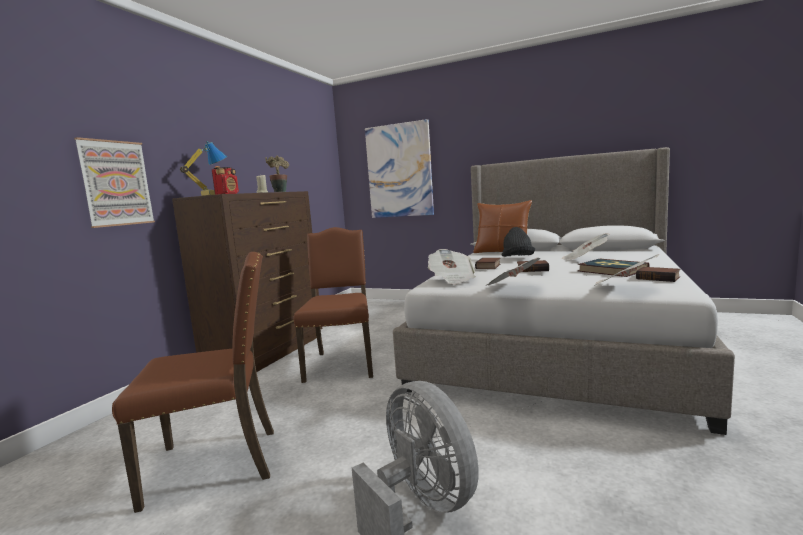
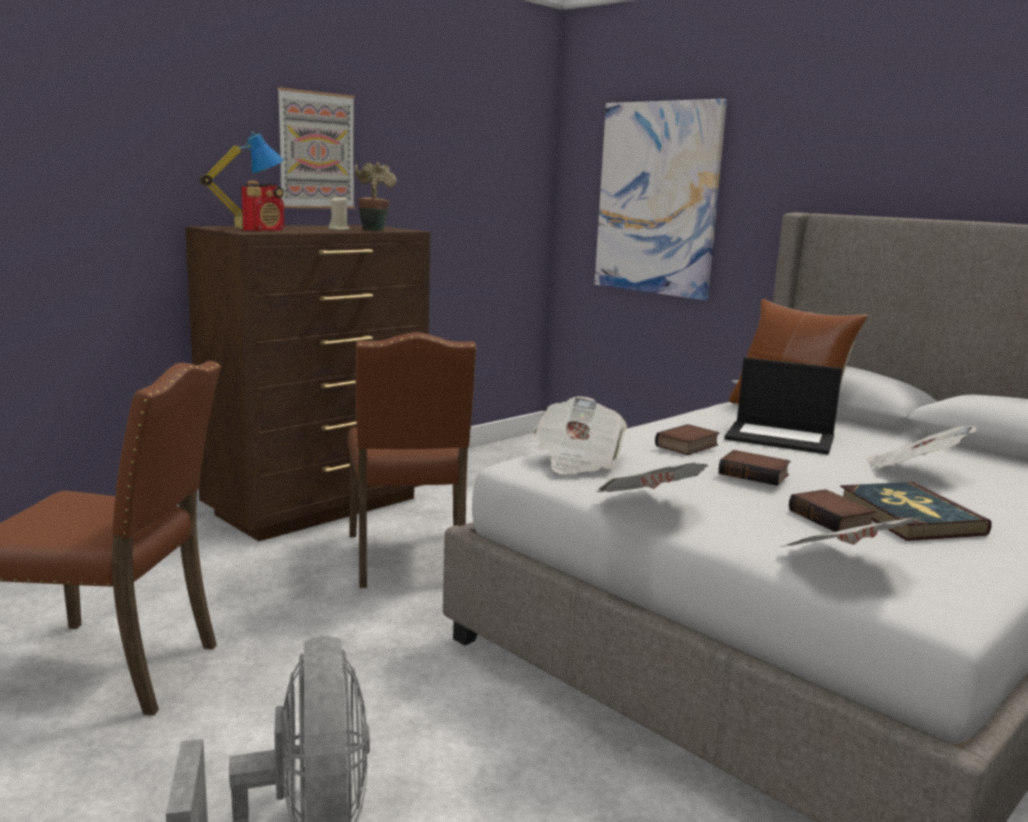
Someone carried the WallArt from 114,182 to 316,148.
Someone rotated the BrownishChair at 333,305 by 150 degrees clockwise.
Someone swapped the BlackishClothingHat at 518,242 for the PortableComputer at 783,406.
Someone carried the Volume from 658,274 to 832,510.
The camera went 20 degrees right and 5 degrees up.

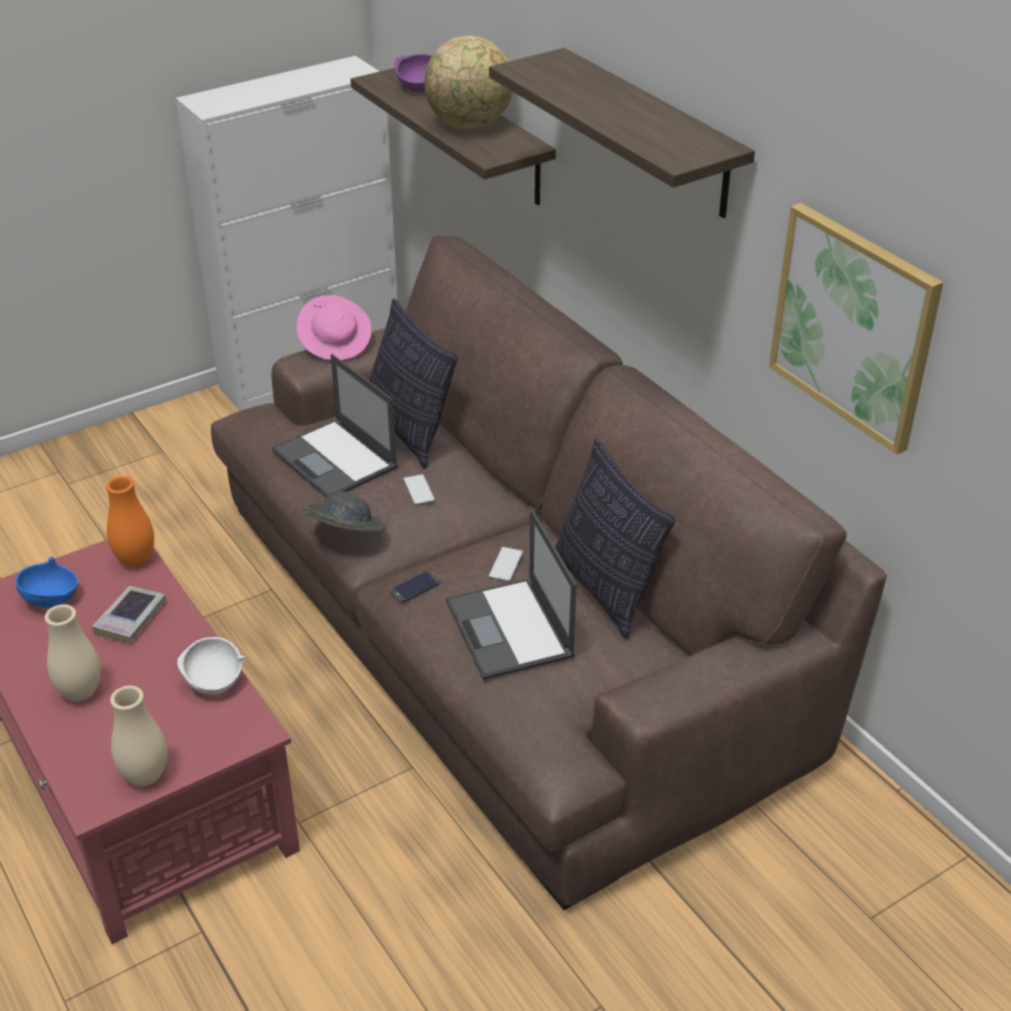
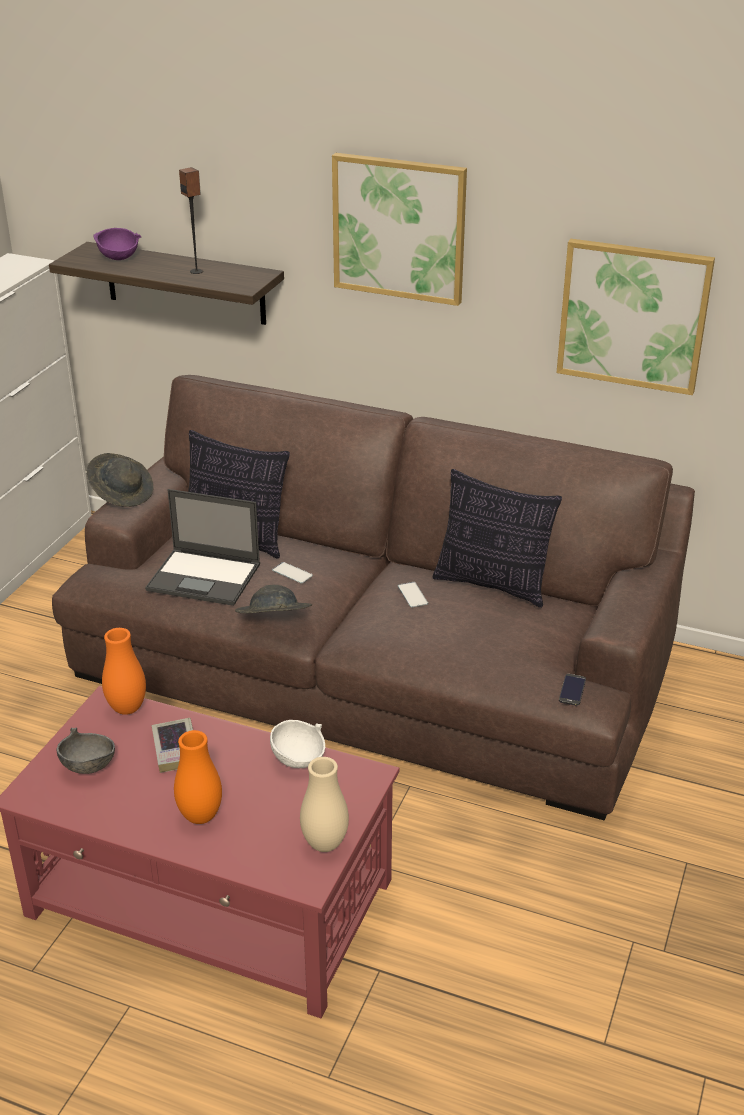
Someone repainted the BlueColouredDeepDish at 47,582, which became the GreyishDeepDish at 86,751.
Someone repainted the PinkishClothingHat at 334,327, which became the GreyishClothingHat at 120,480.
Someone repainted the BeigeFlowerVase at 73,652, which became the OrangeyFlowerVase at 198,777.
Someone swapped the Globe at 468,82 for the Loudspeaker at 191,220.
Someone swapped the WallShelf at 622,133 for the WallArt at 399,229.
Someone carried the Phone from 415,587 to 572,690.
Someone took away the PortableComputer at 511,594.
The camera went 35 degrees left and 5 degrees down.

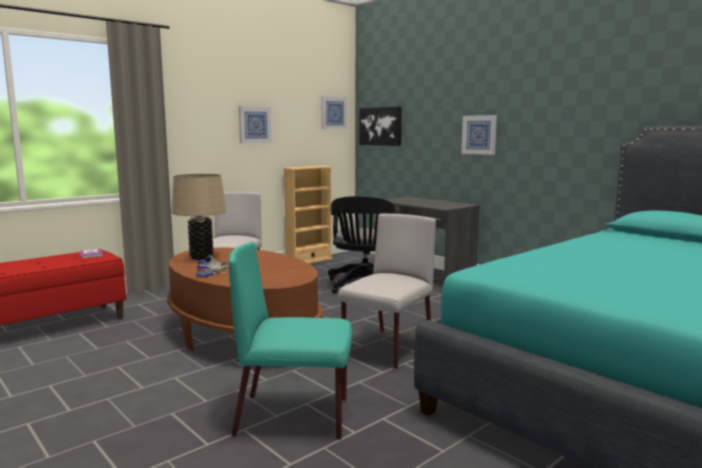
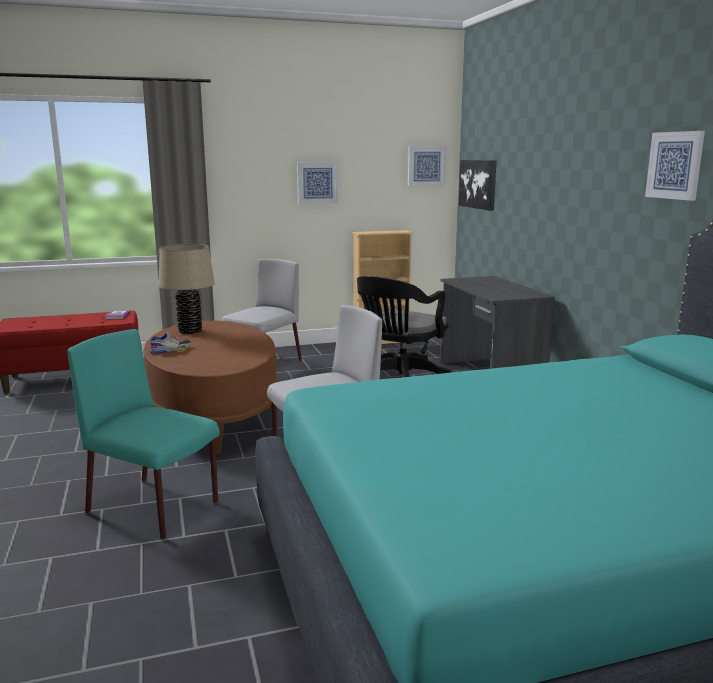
Someone carried the WallArt from 479,135 to 675,166.
The camera went 25 degrees right and 5 degrees up.

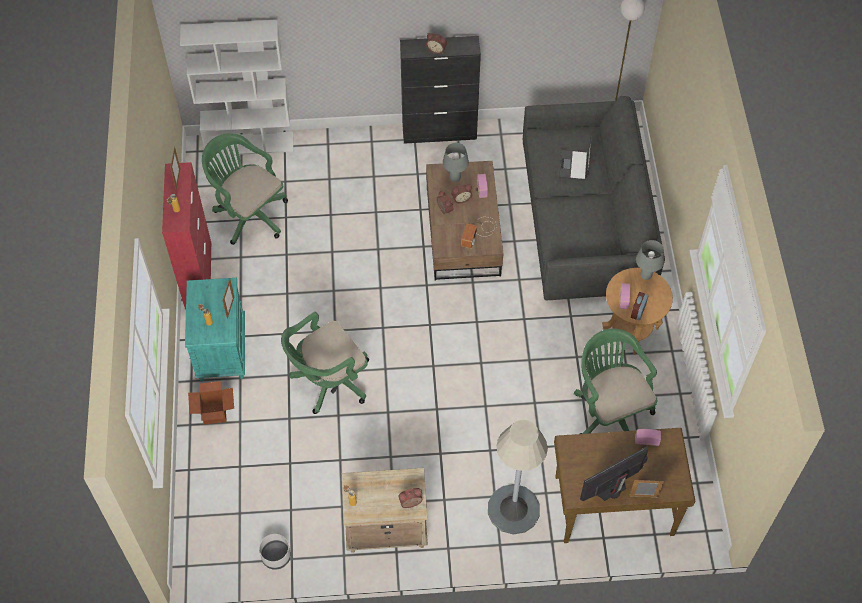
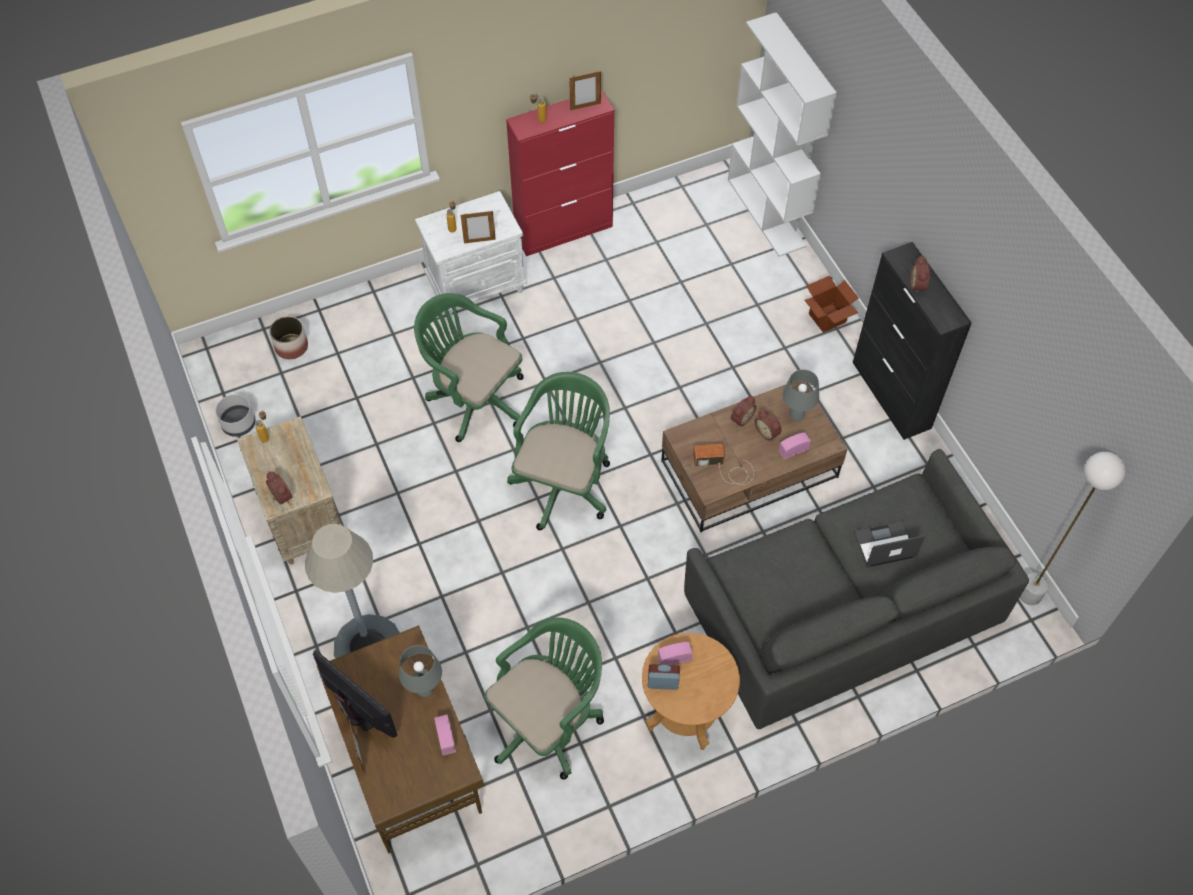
Someone put down the FlowerPot at 288,337.
Someone carried the GreyishTabletopLamp from 650,260 to 420,671.
Someone repainted the BlueGreenBedsideTable at 215,329, which became the WhiteBedsideTable at 471,254.
Someone carried the GreenColouredOfficeChair from 245,189 to 558,451.
Someone carried the PackingBox from 211,403 to 831,304.
The camera went 70 degrees right and 0 degrees up.

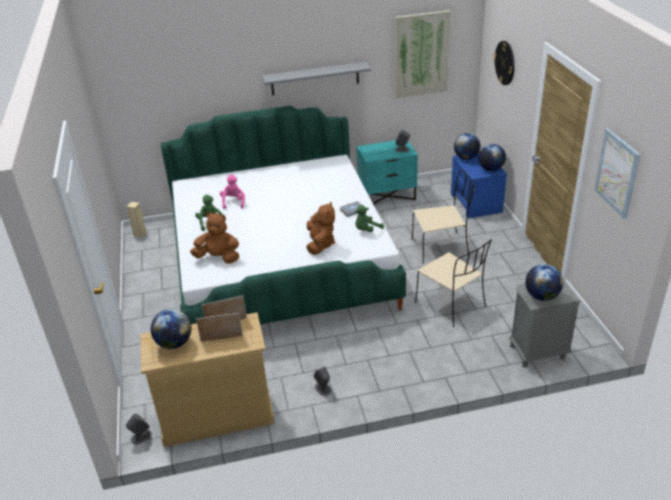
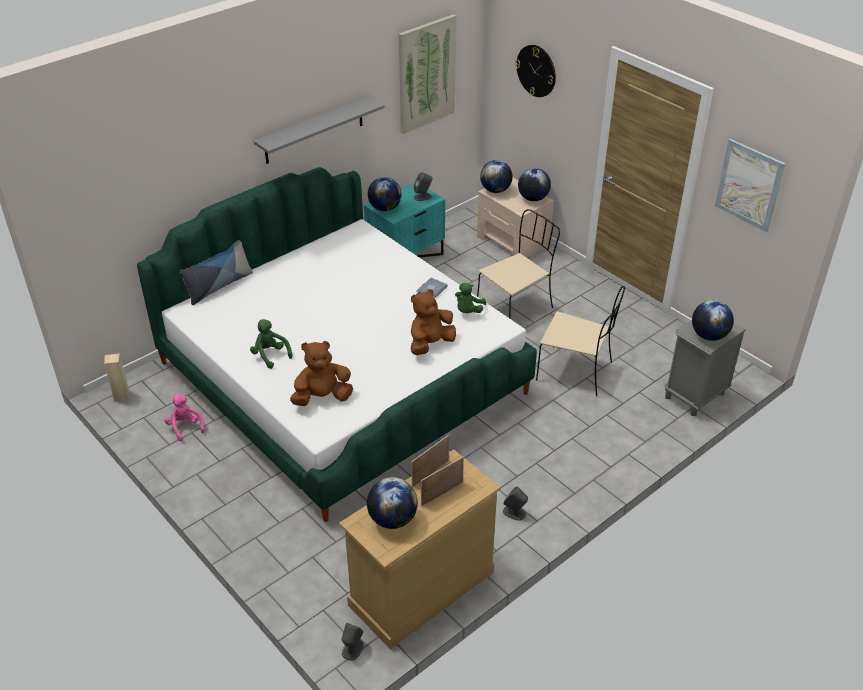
Someone carried the PinkishCuddlyToy from 232,192 to 185,417.
Someone put down the Pillow at 216,272.
Someone put down the Globe at 385,194.
Someone rotated the BrownishCuddlyToy at 320,228 by 105 degrees counterclockwise.
Someone repainted the BlueColouredBedsideTable at 479,185, which became the BeigeBedsideTable at 515,218.
The camera went 30 degrees left and 5 degrees up.

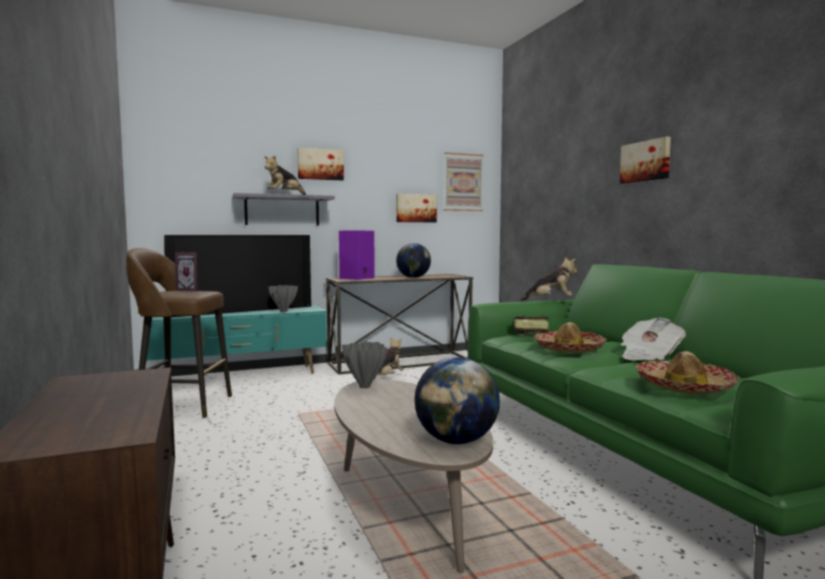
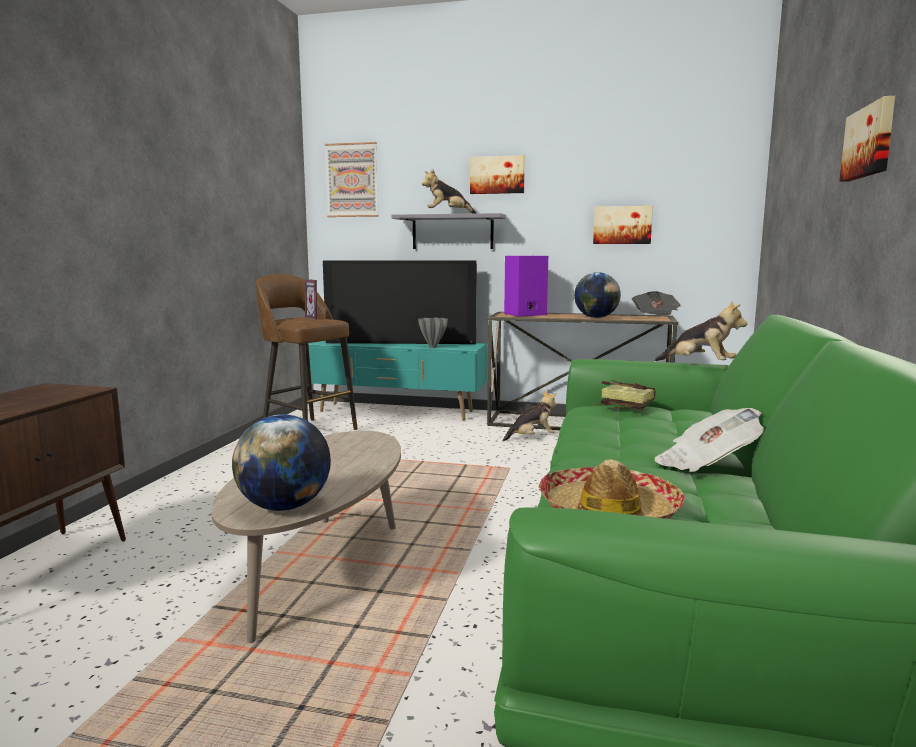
Someone carried the WallArt from 464,181 to 352,179.
Someone put down the DailyPaper at 655,303.
Someone took away the GreyishFlowerVase at 364,365.
Someone took away the ClothingHat at 570,337.
The camera went 35 degrees right and 5 degrees up.

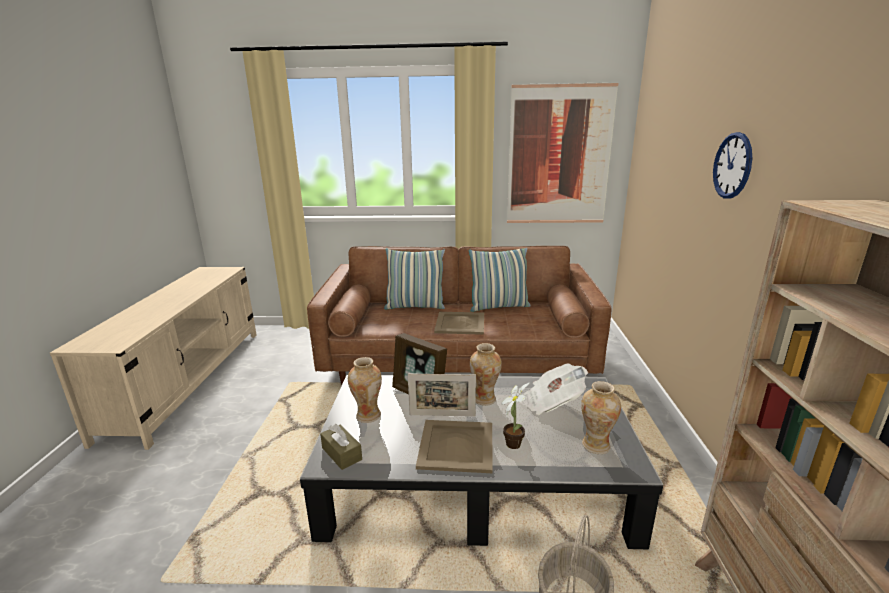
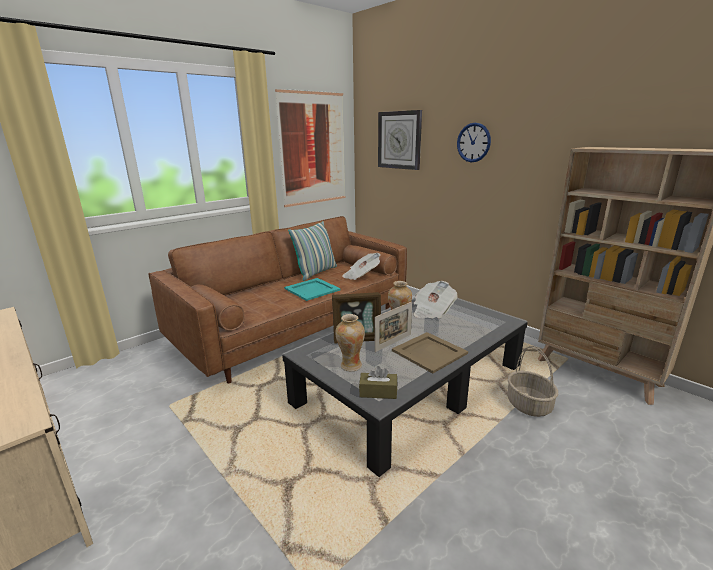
Someone repainted the BeigeCarryingTray at 459,323, which became the BlueGreenCarryingTray at 312,289.
Someone put down the DailyPaper at 361,266.
Someone put up the ClockOnTheWall at 400,140.
Someone took away the Pillow at 414,278.
Someone took away the PottedPlant at 515,416.
Someone took away the FlowerVase at 601,417.
The camera went 45 degrees left and 0 degrees up.

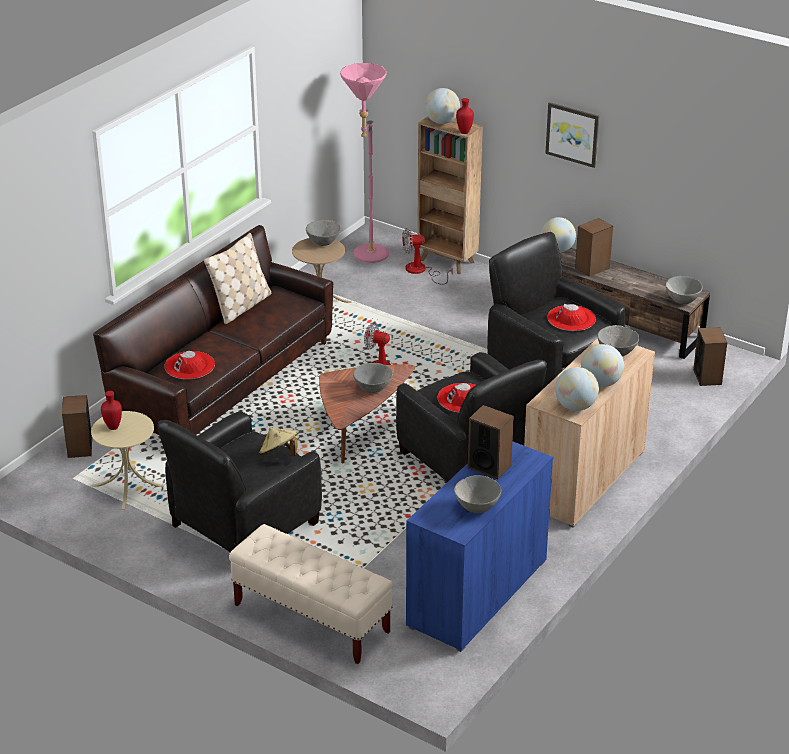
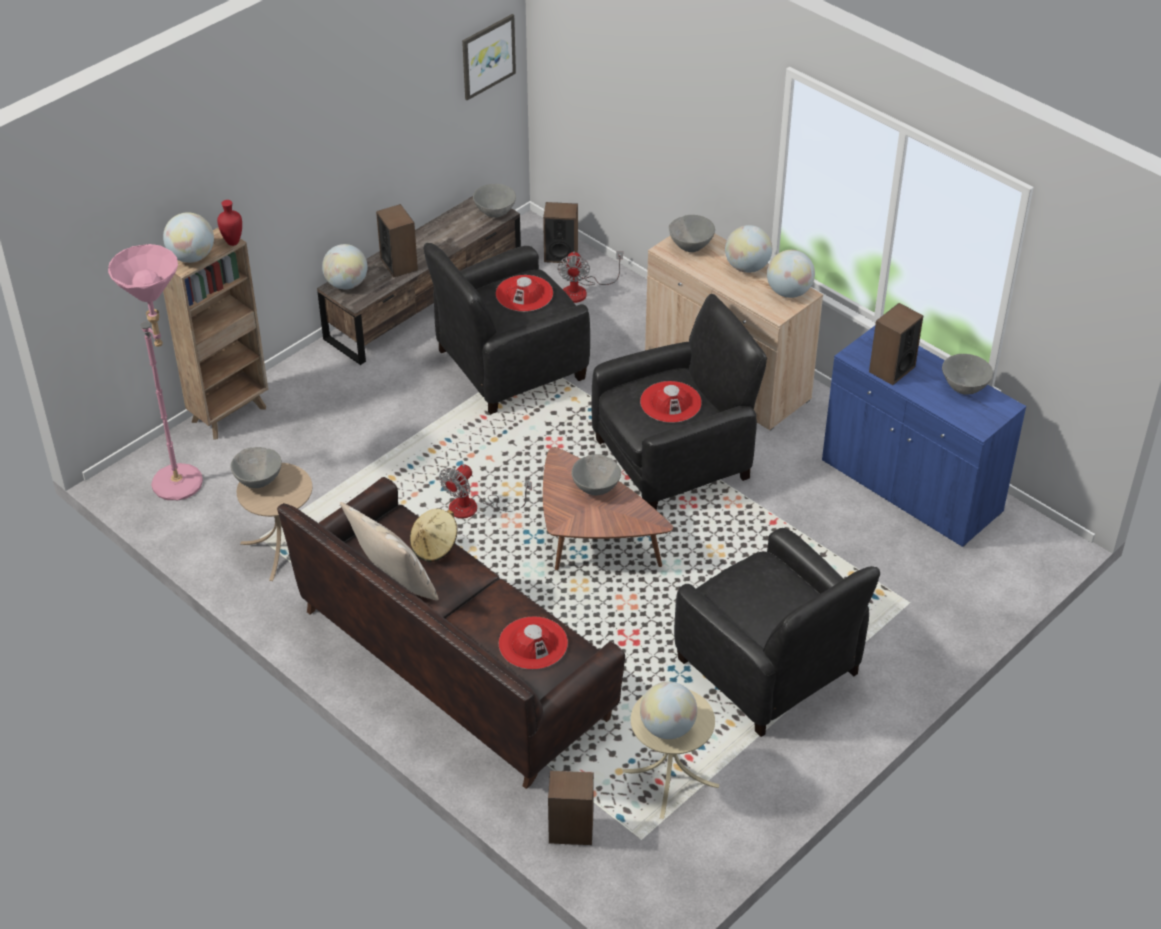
Someone carried the BeigeClothingHat from 279,442 to 433,535.
Someone carried the WallArt from 572,135 to 489,57.
Someone carried the Fan from 427,256 to 590,277.
Someone swapped the ReddishFlowerVase at 111,410 for the Globe at 668,710.
Someone took away the BeigeLongSeat at 311,594.
The camera went 80 degrees left and 10 degrees up.

